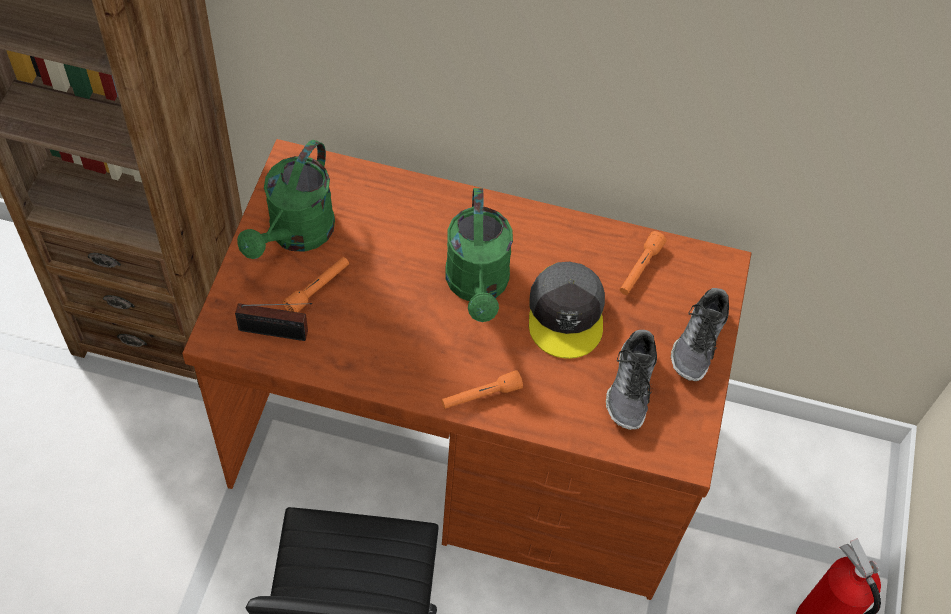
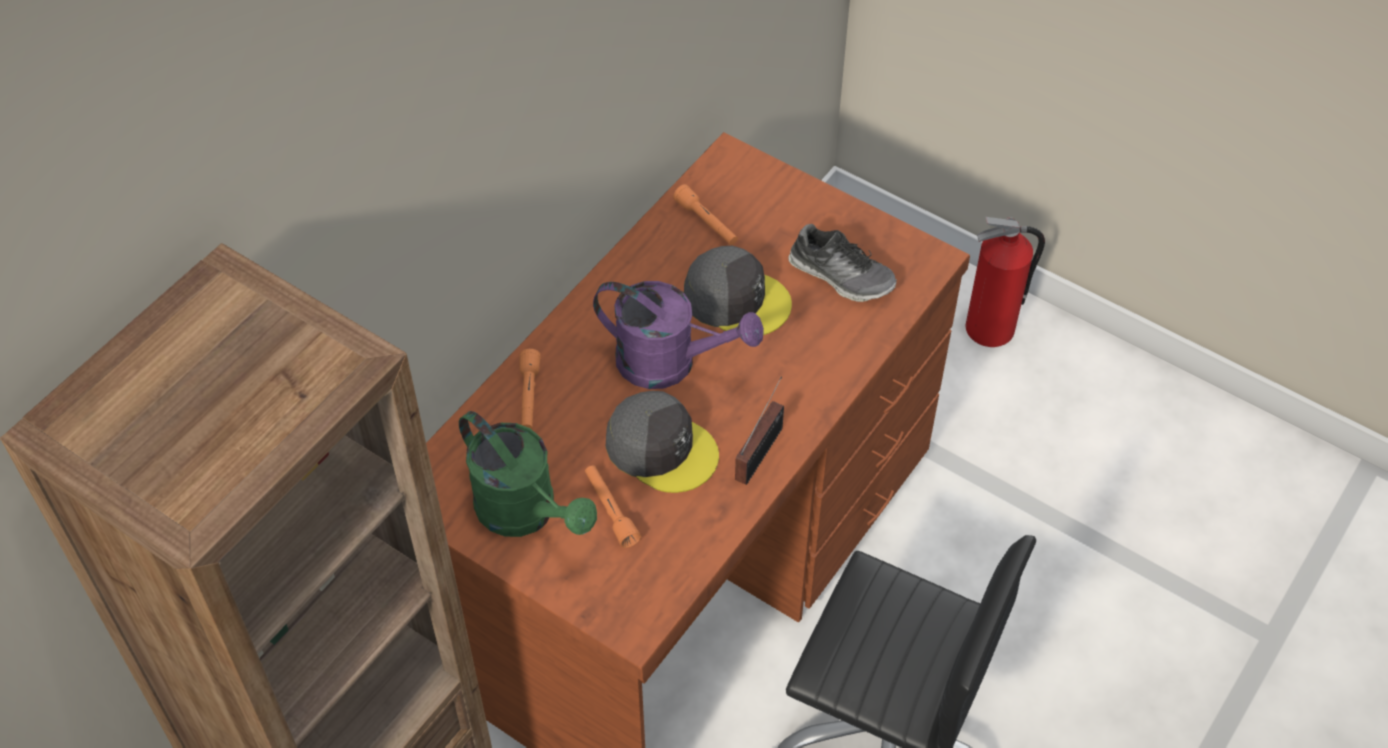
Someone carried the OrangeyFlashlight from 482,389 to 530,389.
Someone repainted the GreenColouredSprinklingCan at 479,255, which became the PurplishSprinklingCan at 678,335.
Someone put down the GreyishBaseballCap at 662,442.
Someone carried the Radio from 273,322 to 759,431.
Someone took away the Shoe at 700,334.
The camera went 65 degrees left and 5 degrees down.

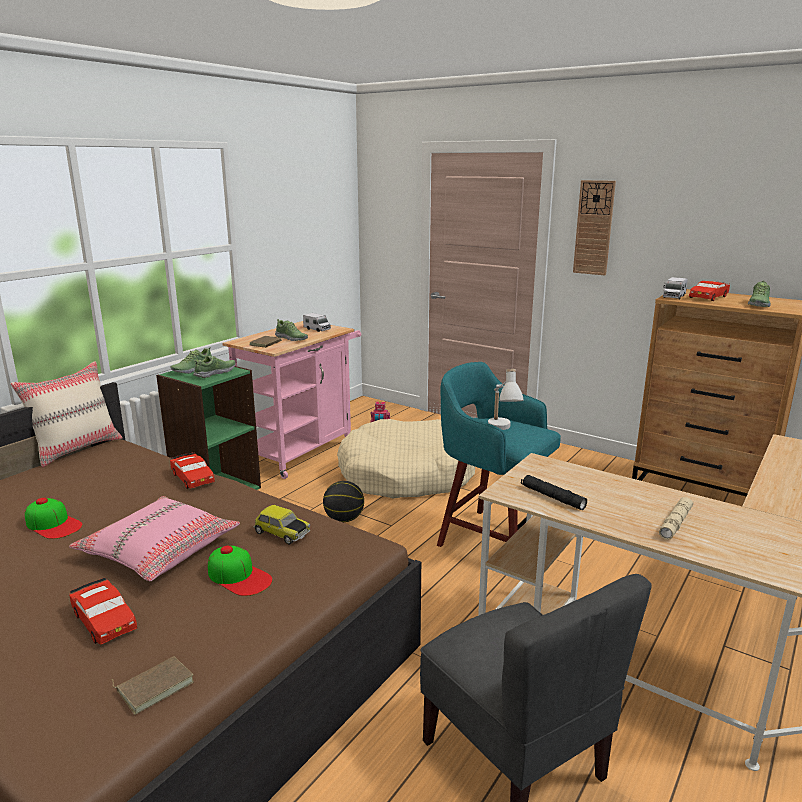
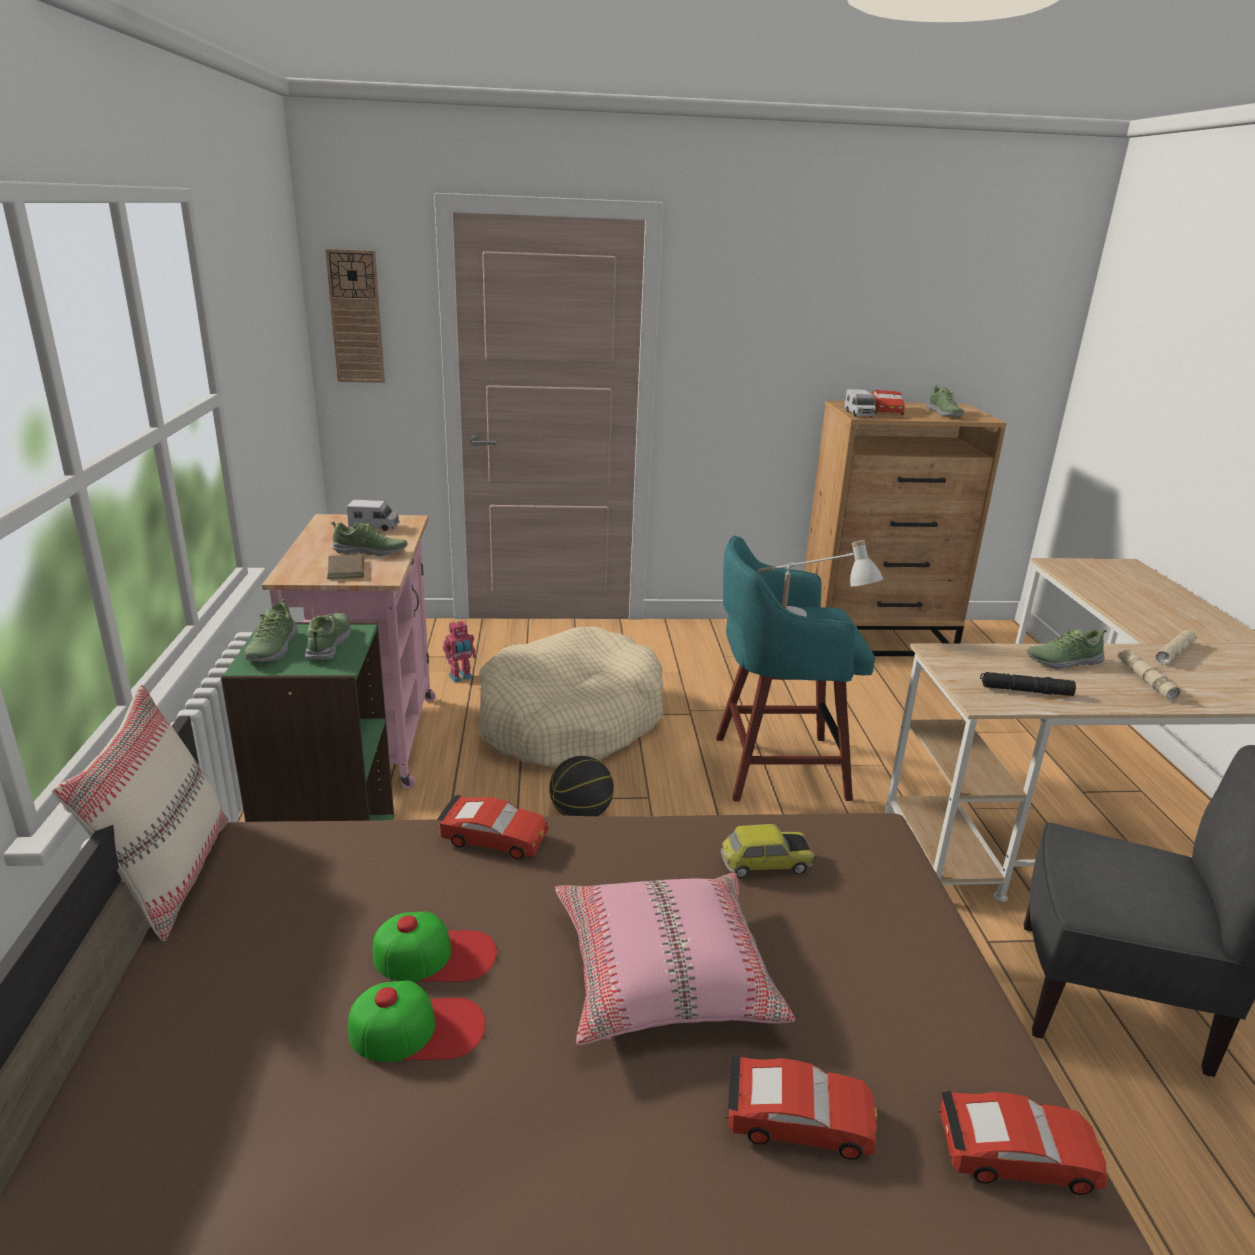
Someone carried the ClockOnTheWall from 594,228 to 355,316.
Someone carried the BaseballCap from 240,570 to 435,946.
Someone swapped the BrownishVolume at 152,685 for the ReddishModelCar at 1022,1143.
Someone put down the Shoe at 1067,649.
Someone put down the BeigeFlashlight at 1176,647.
The camera went 40 degrees left and 5 degrees up.

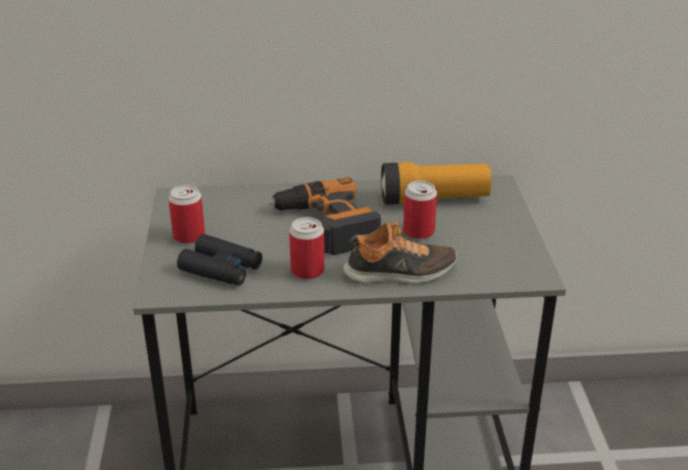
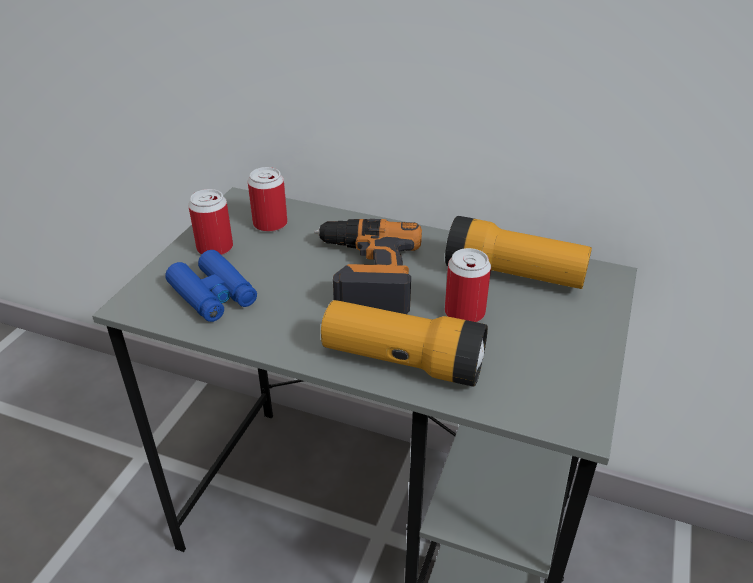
Someone repainted the BlackishPairOfBinoculars at 219,260, which became the BlueColouredPairOfBinoculars at 211,286.
Someone carried the MetalCan from 307,248 to 267,199.
Someone swapped the Shoe at 400,253 for the Flashlight at 404,343.
The camera went 25 degrees right and 5 degrees up.

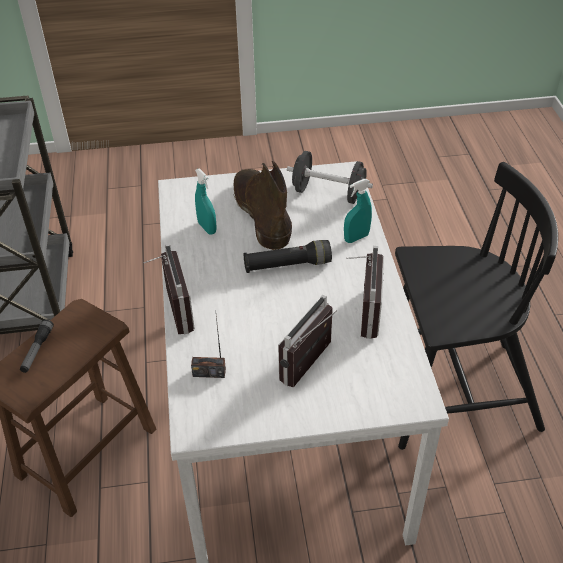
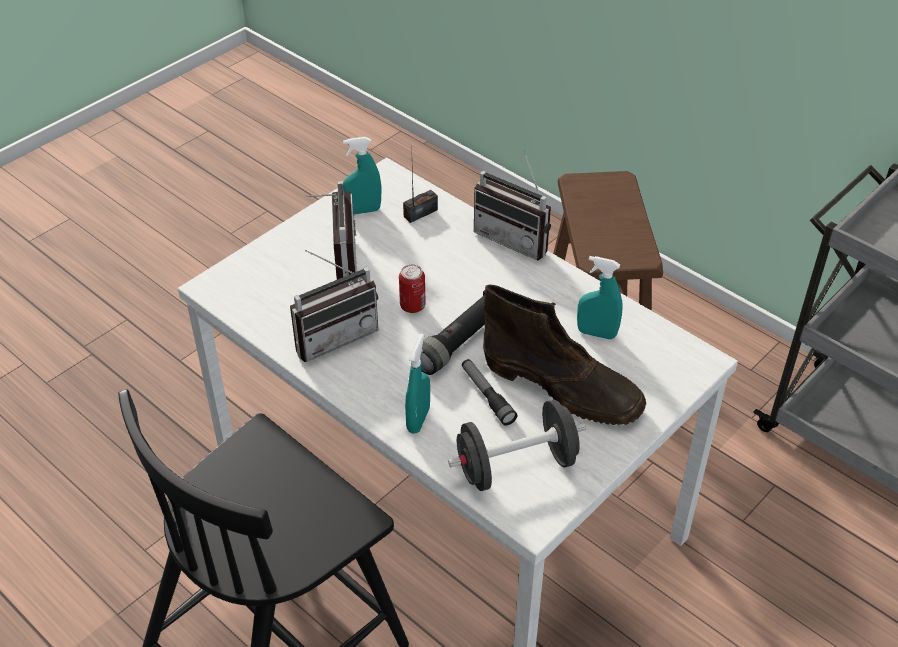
Someone rotated the Radio at 365,292 by 90 degrees counterclockwise.
Someone put down the BlueGreenSprayBottle at 362,176.
Someone put down the MetalCan at 412,288.
Someone carried the Flashlight from 37,346 to 490,392.
The camera went 140 degrees right and 0 degrees up.

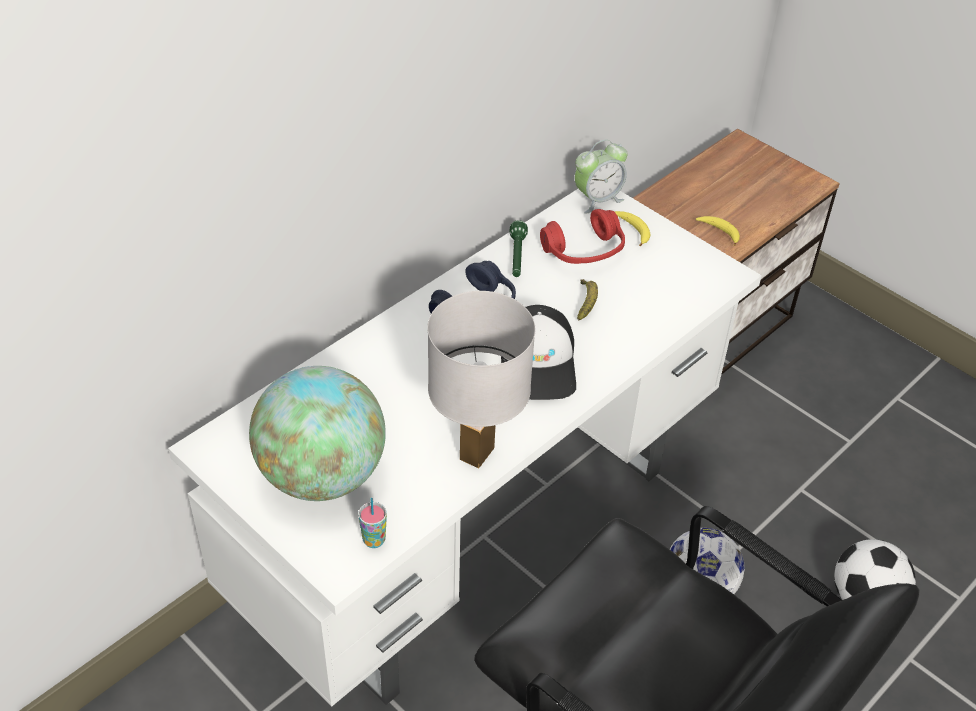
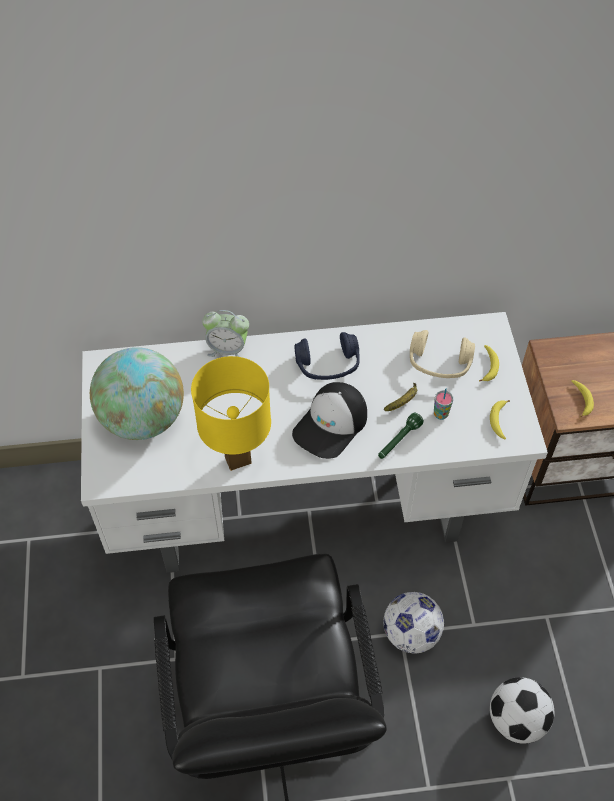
Someone repainted the WhiteTabletopLamp at 481,379, which became the YellowishTabletopLamp at 231,413.
Someone carried the BedsideClock from 601,176 to 225,333.
Someone carried the GreenColouredFlashlight from 518,248 to 401,435.
Someone repainted the ReddishPairOfHeadphones at 582,236, which became the BeigePairOfHeadphones at 442,354.
Someone carried the DrinkingCup from 372,523 to 443,404.
Someone put down the WholeBanana at 500,420.
The camera went 40 degrees right and 10 degrees up.

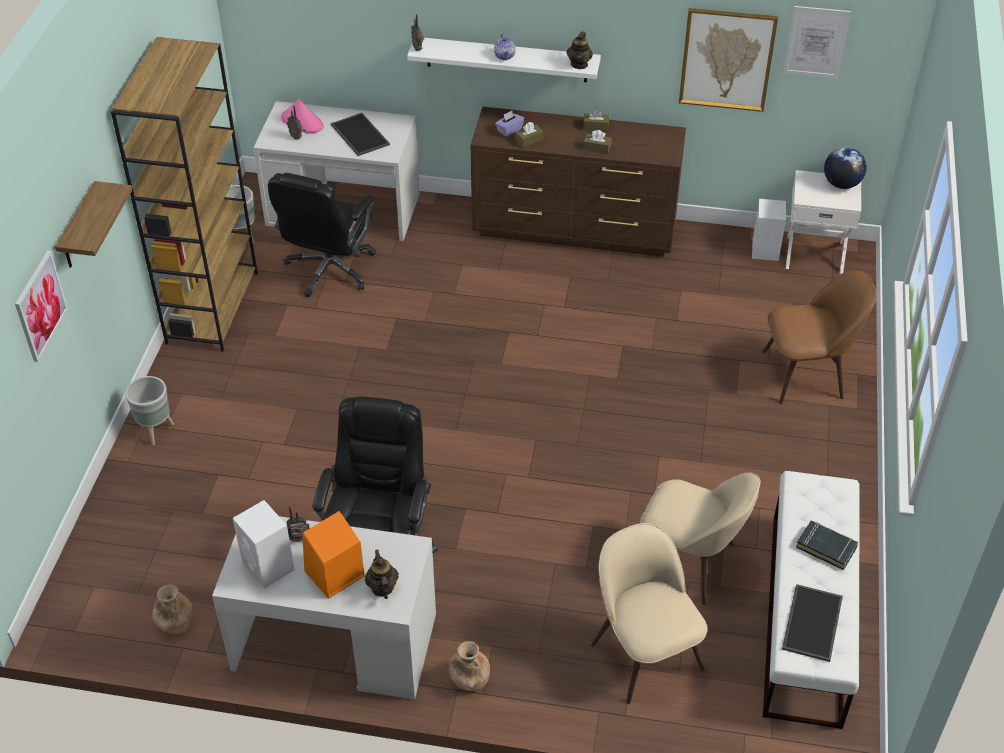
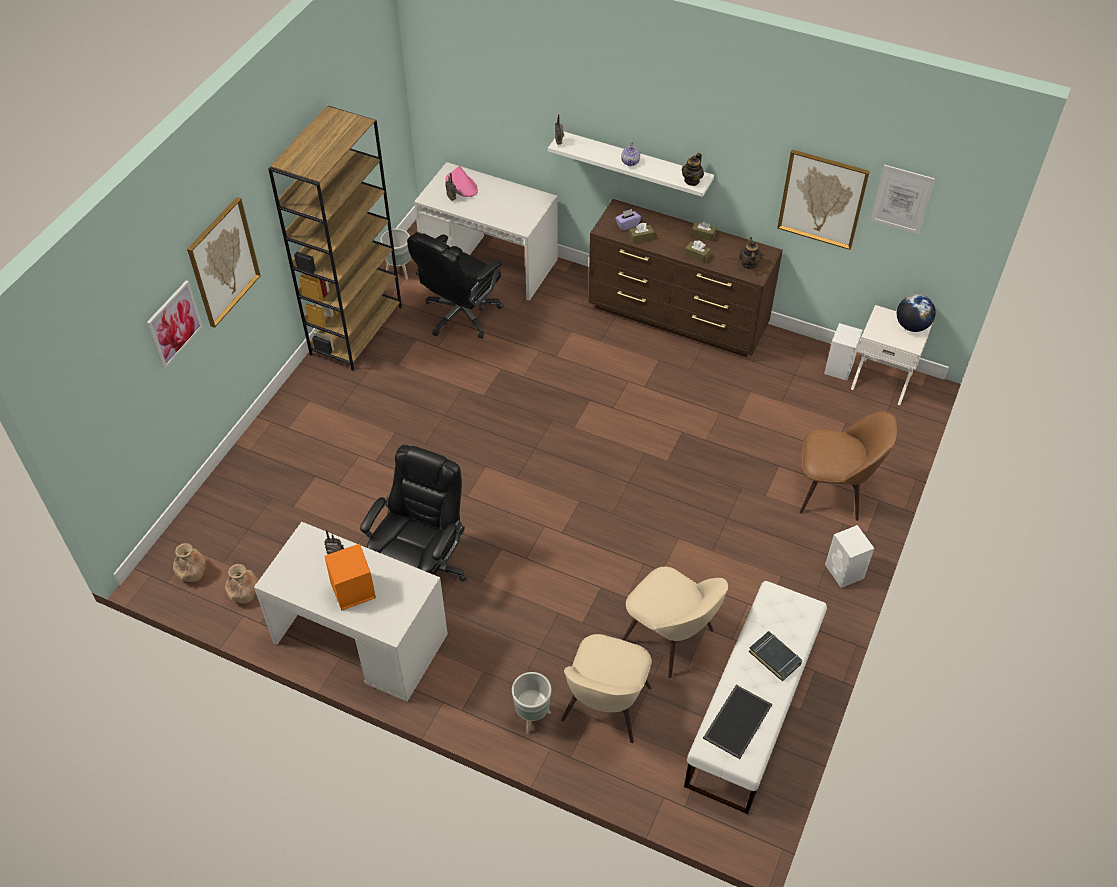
Someone carried the BrownishFlowerVase from 469,666 to 189,562.
Someone swapped the WallShelf at 93,224 for the WallArt at 224,262.
Someone carried the GreyishFlowerPot from 149,411 to 532,703.
Someone rotated the BeigeChair at 649,613 by 150 degrees counterclockwise.
Someone carried the TeaPot from 382,574 to 750,253.
Someone carried the WhiteLoudspeaker from 264,544 to 849,556.
Someone took away the CarryingTray at 360,134.
The camera went 15 degrees right and 5 degrees up.

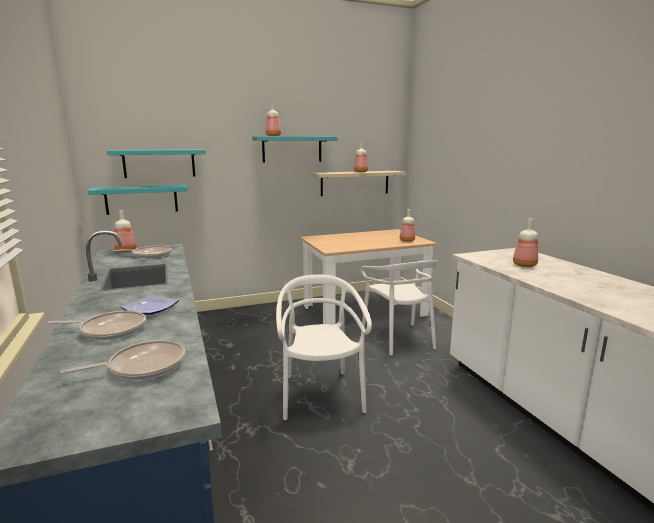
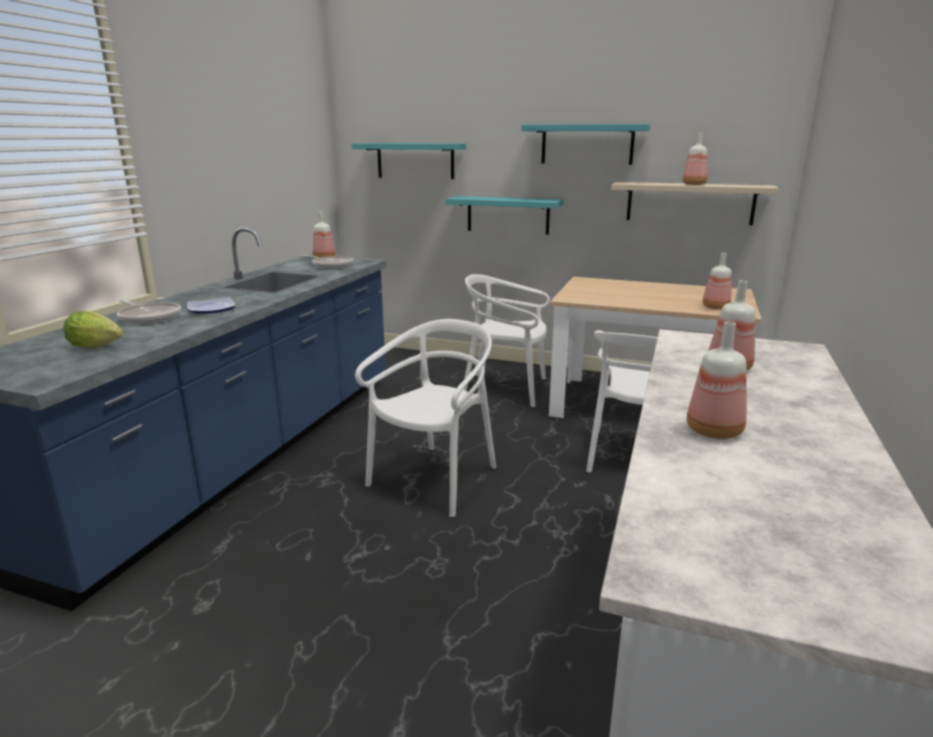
Someone swapped the FryingPan at 122,360 for the LettuceHead at 93,329.
Someone carried the BlueGreenWallShelf from 138,200 to 504,215.
Someone put down the WhiteChair at 506,340.
Someone carried the BeverageBottle from 273,119 to 717,380.
The camera went 40 degrees right and 5 degrees up.

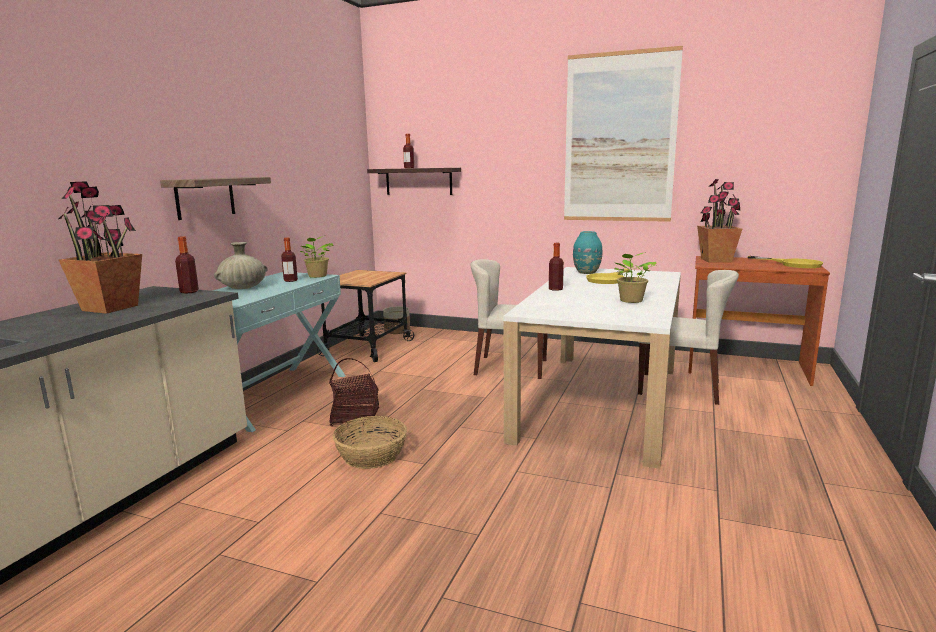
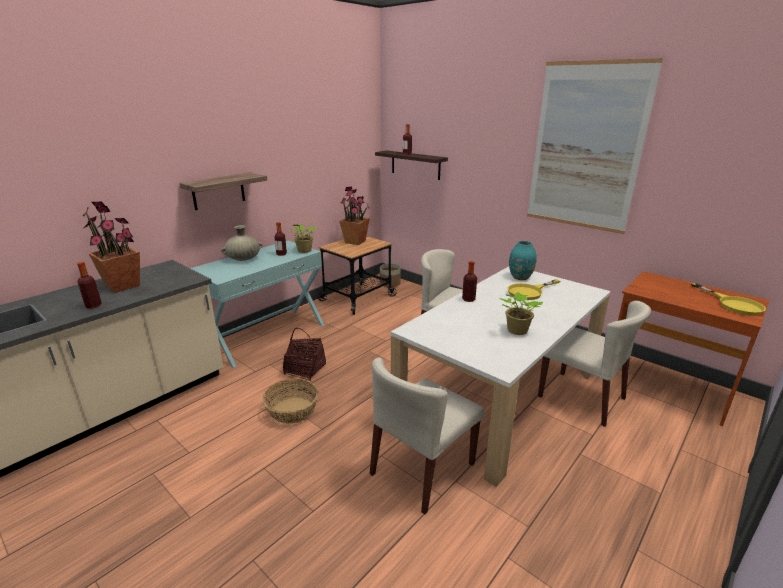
Someone carried the BeverageBottle from 187,265 to 89,285.
Someone carried the PottedPlant from 719,221 to 354,215.
Someone put down the BeigeChair at 427,436.
The camera went 20 degrees right and 10 degrees up.

